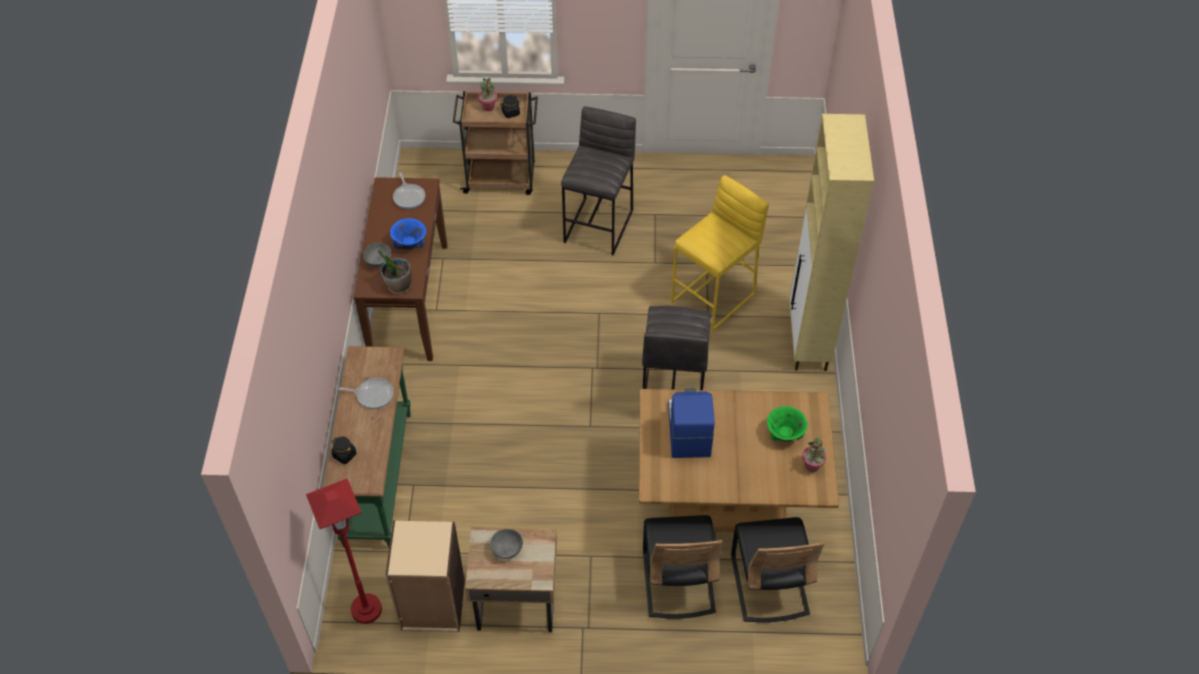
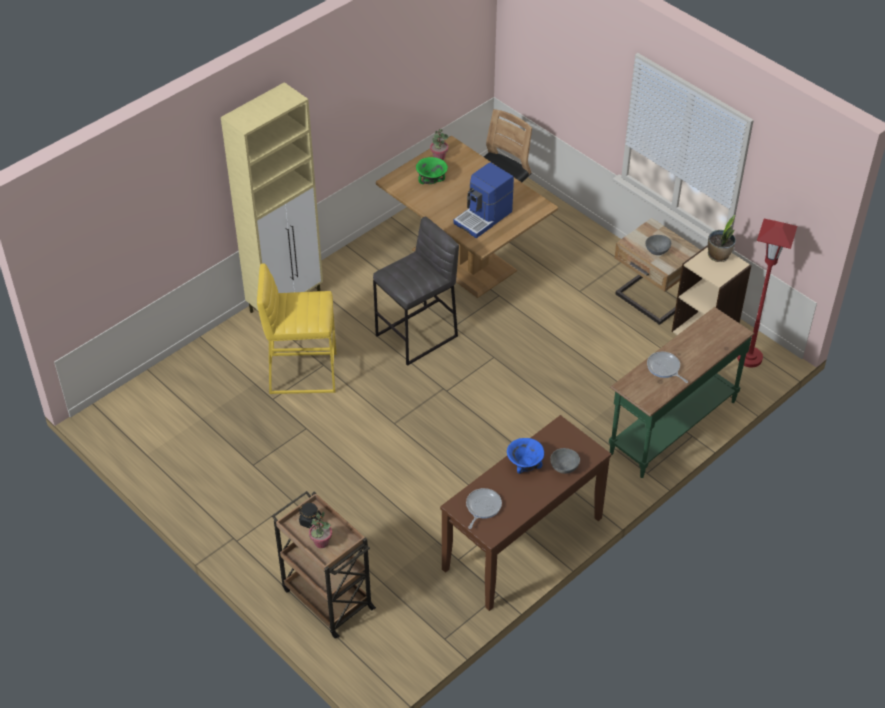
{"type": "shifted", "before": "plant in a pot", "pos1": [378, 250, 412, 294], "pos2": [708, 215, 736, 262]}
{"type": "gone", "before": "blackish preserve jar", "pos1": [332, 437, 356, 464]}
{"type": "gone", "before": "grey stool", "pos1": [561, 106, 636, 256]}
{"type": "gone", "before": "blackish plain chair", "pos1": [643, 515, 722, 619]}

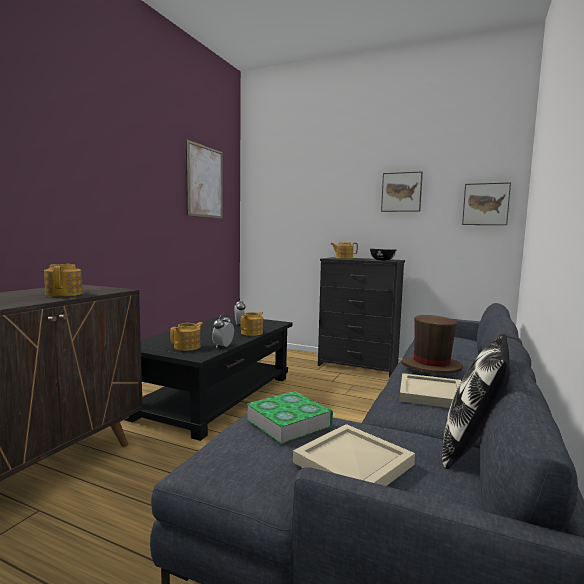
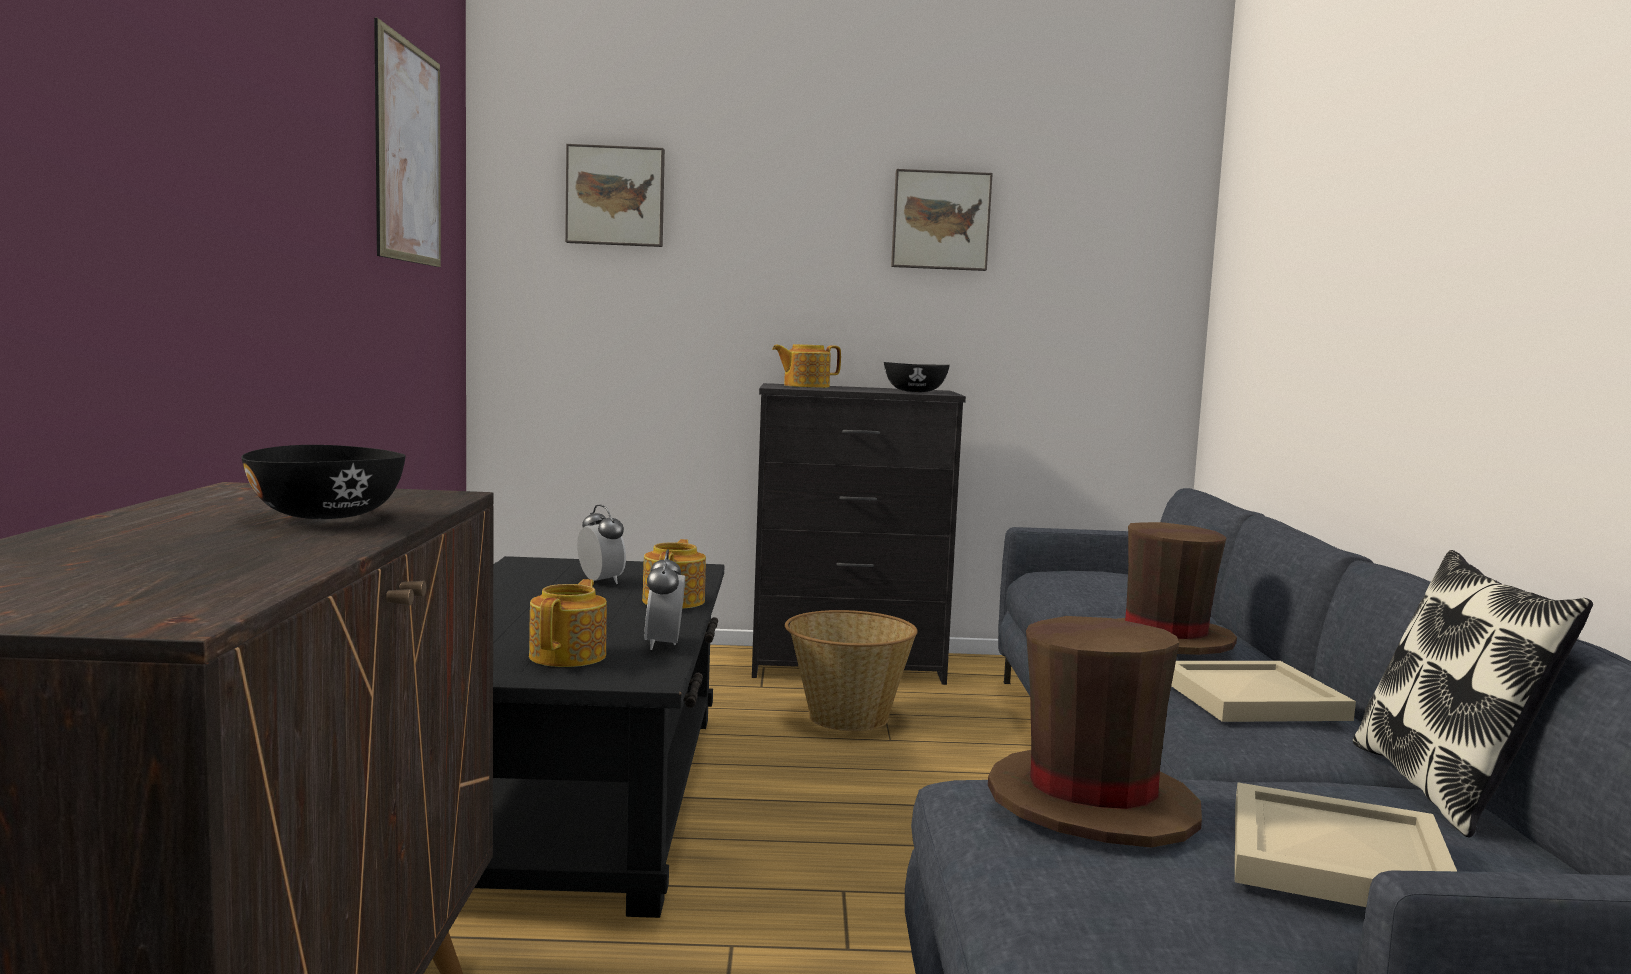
{"type": "swapped", "before": "tea pot", "after": "blackish bowl", "pos1": [44, 264, 82, 296], "pos2": [241, 445, 406, 519]}
{"type": "shifted", "before": "wall art", "pos1": [462, 182, 511, 225], "pos2": [565, 144, 665, 247]}
{"type": "new", "after": "household basket", "pos2": [785, 610, 918, 731]}
{"type": "swapped", "before": "book", "after": "brown wearable hat", "pos1": [246, 391, 333, 444], "pos2": [988, 616, 1202, 848]}

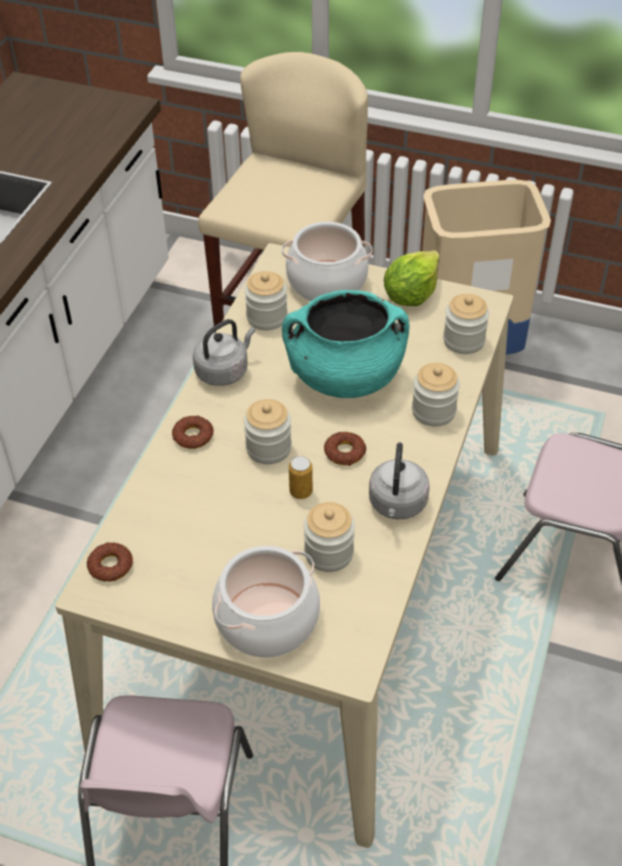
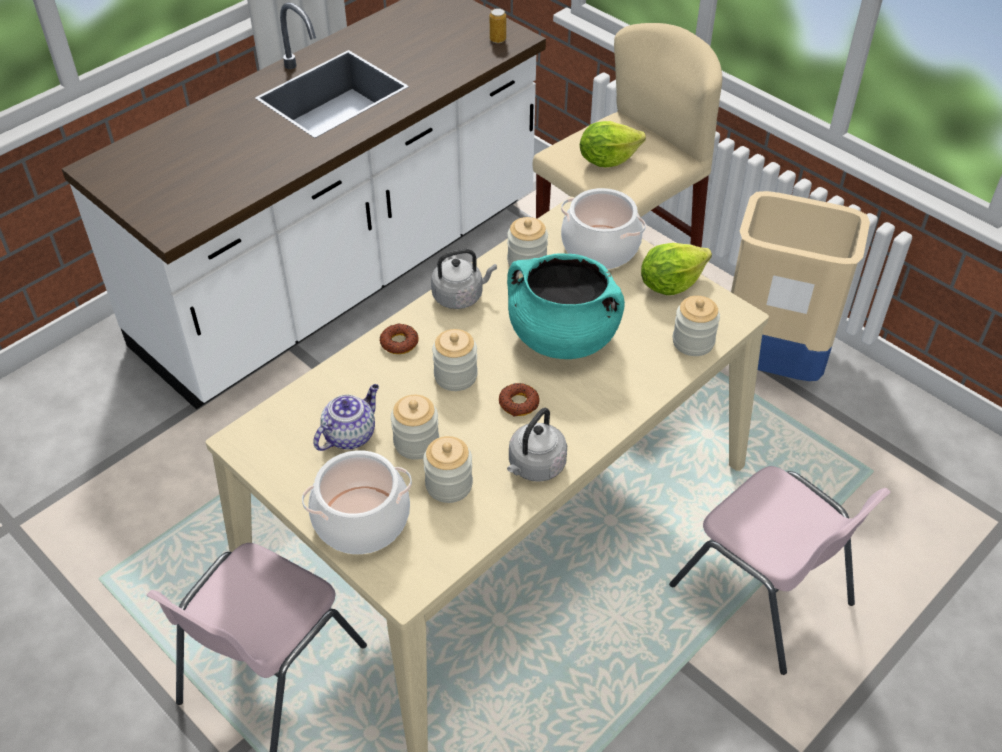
{"type": "new", "after": "tea pot", "pos2": [313, 384, 379, 451]}
{"type": "shifted", "before": "preserve jar", "pos1": [412, 363, 460, 426], "pos2": [391, 395, 439, 460]}
{"type": "shifted", "before": "can", "pos1": [289, 456, 313, 499], "pos2": [490, 8, 506, 43]}
{"type": "new", "after": "lettuce head", "pos2": [580, 121, 646, 167]}
{"type": "gone", "before": "ring doughnut", "pos1": [87, 543, 133, 582]}

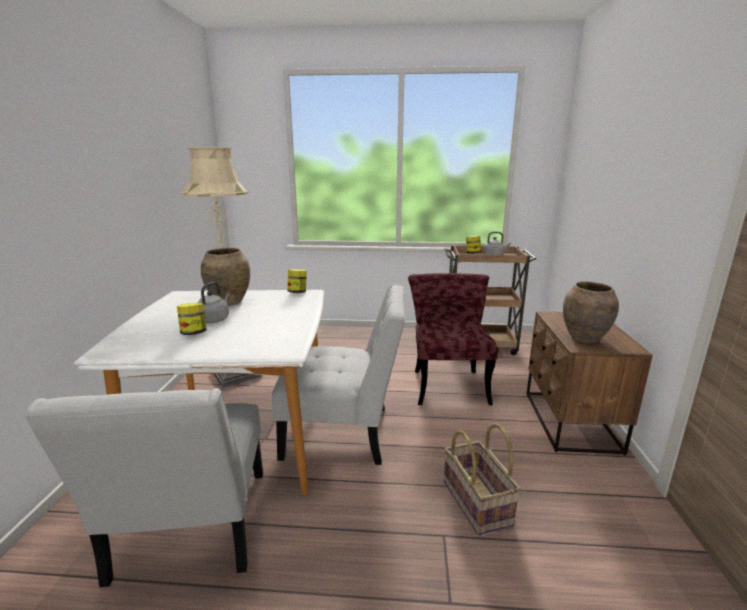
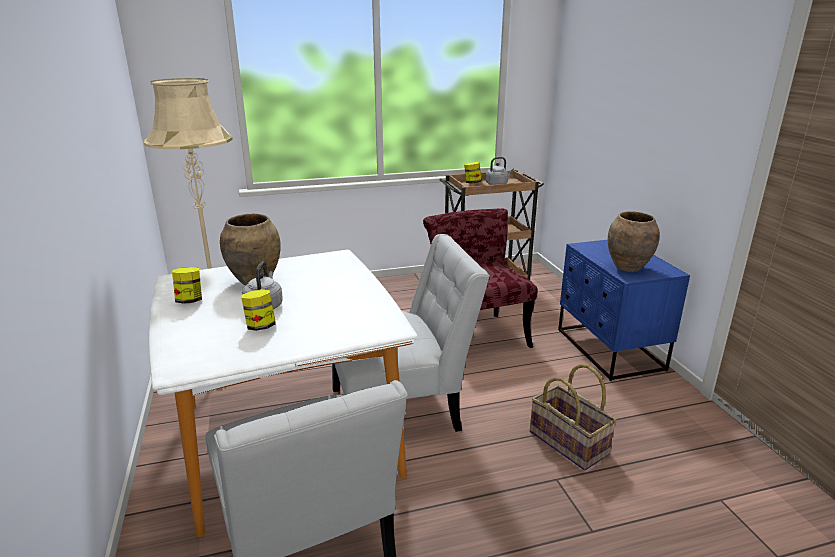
{"type": "shifted", "before": "preserve jar", "pos1": [287, 269, 307, 293], "pos2": [172, 267, 202, 304]}
{"type": "repainted", "before": "brown bedside table", "after": "blue bedside table", "pos1": [527, 311, 653, 455], "pos2": [558, 240, 690, 381]}

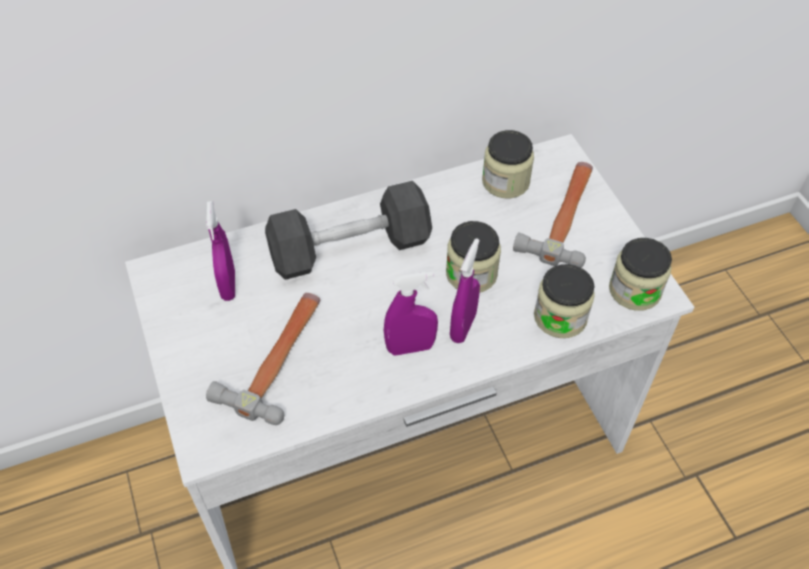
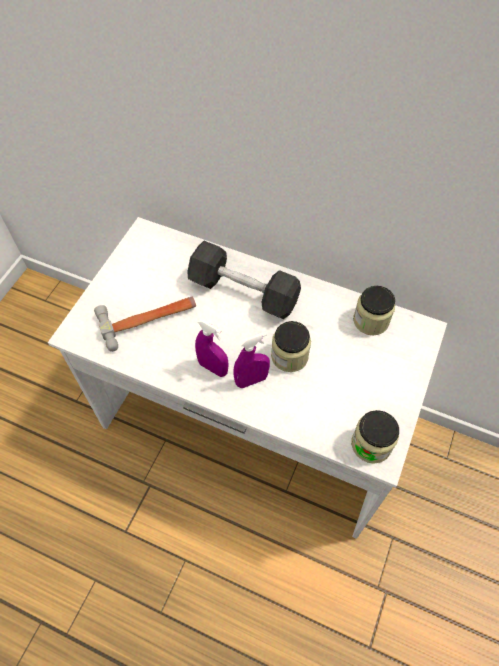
{"type": "gone", "before": "purple-coloured hand sprayer", "pos1": [206, 201, 235, 301]}
{"type": "gone", "before": "tool hammer", "pos1": [513, 162, 593, 268]}
{"type": "gone", "before": "preserve jar", "pos1": [534, 264, 595, 338]}

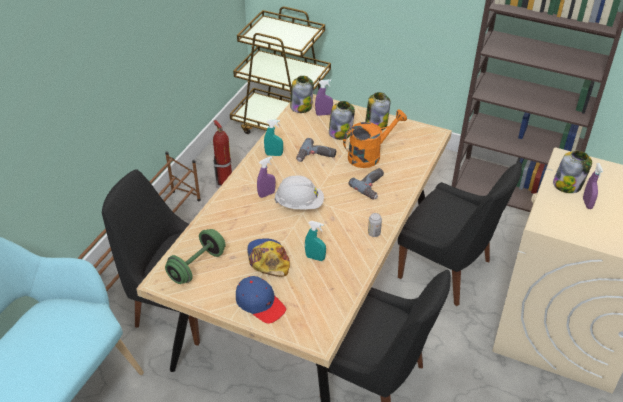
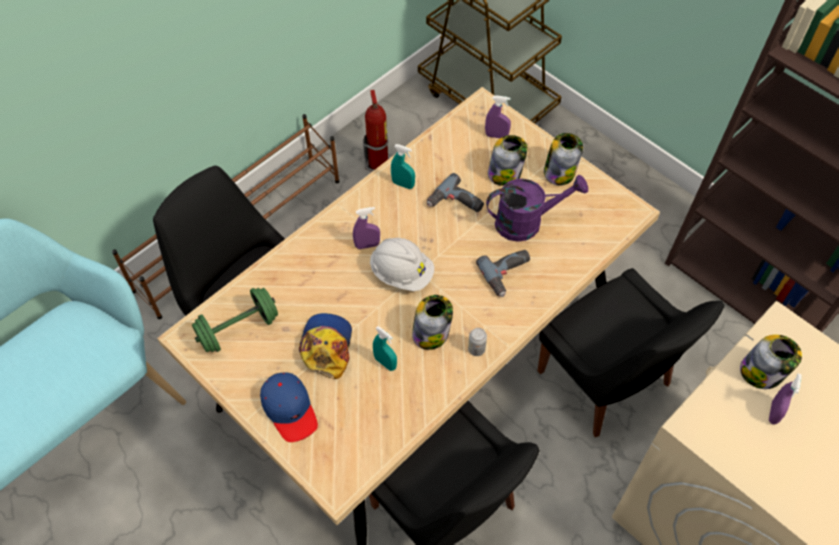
{"type": "shifted", "before": "preserve jar", "pos1": [290, 76, 314, 113], "pos2": [412, 295, 453, 350]}
{"type": "repainted", "before": "orange-coloured sprinkling can", "after": "purple-coloured sprinkling can", "pos1": [343, 110, 407, 168], "pos2": [486, 175, 588, 242]}

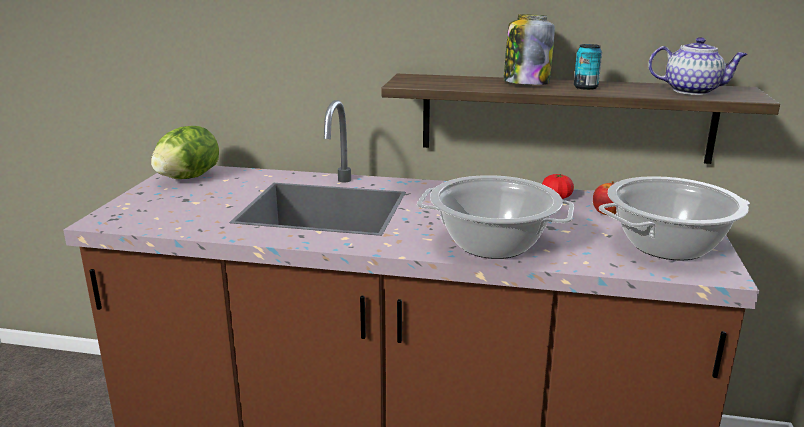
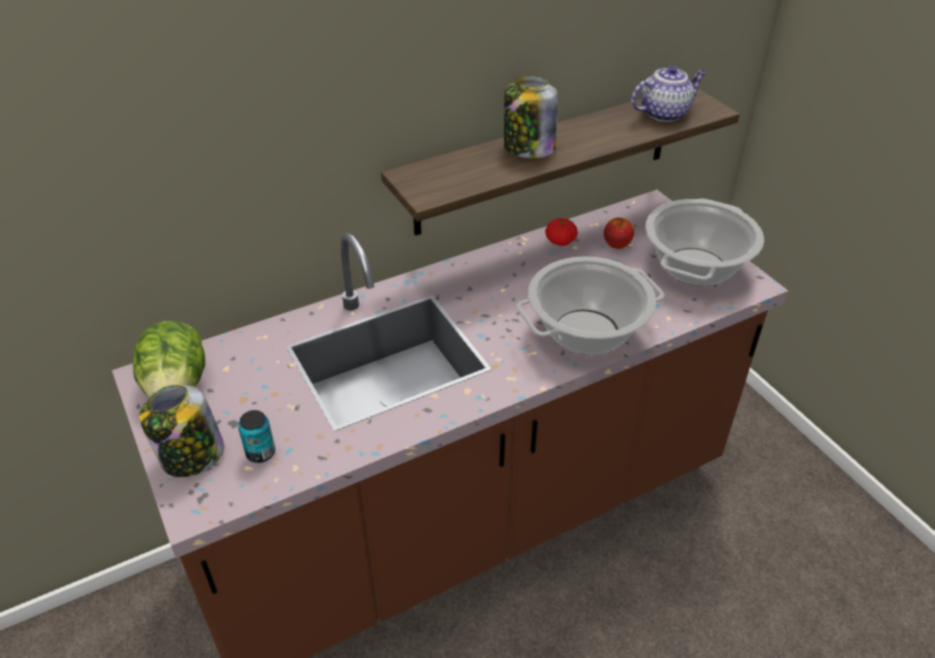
{"type": "new", "after": "preserve jar", "pos2": [139, 385, 225, 477]}
{"type": "shifted", "before": "can", "pos1": [574, 44, 602, 90], "pos2": [238, 410, 275, 463]}

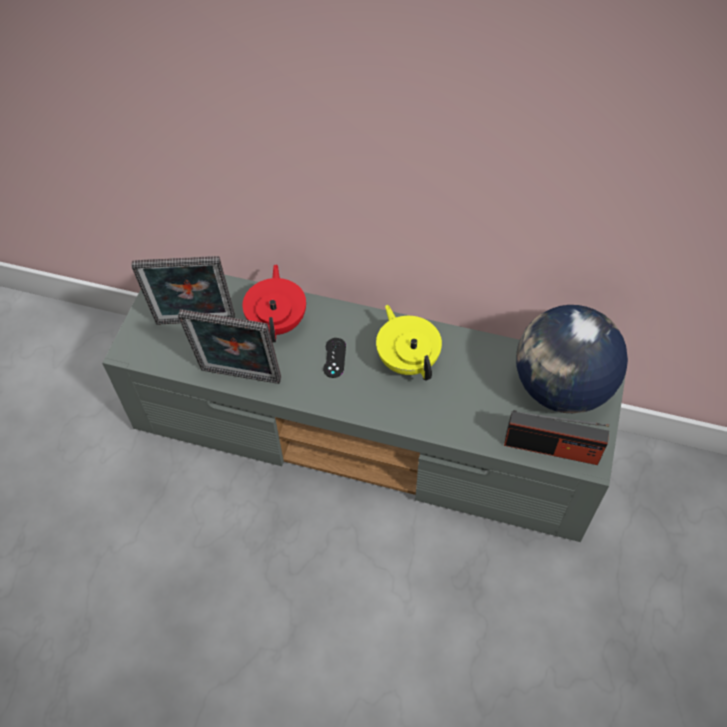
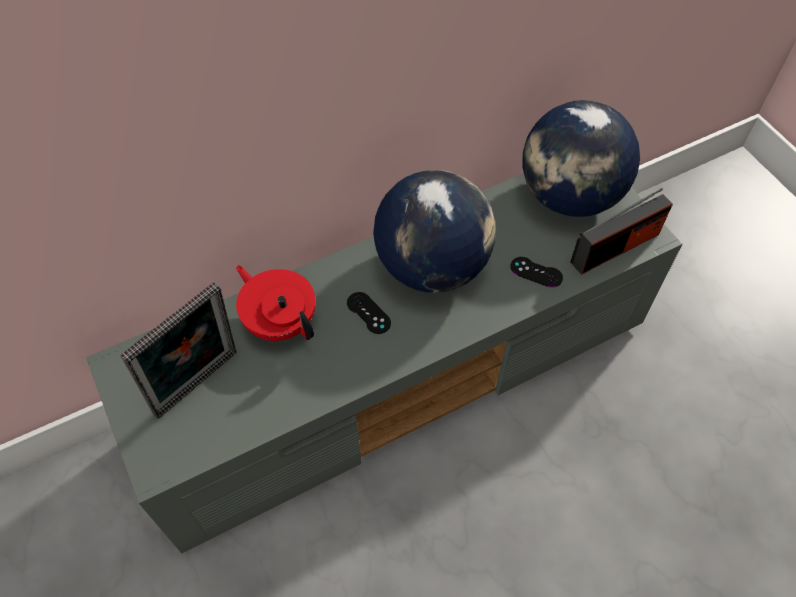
{"type": "swapped", "before": "yellowish tea pot", "after": "world globe", "pos1": [376, 305, 442, 380], "pos2": [373, 170, 496, 293]}
{"type": "new", "after": "blackish joypad", "pos2": [510, 257, 563, 288]}
{"type": "gone", "before": "standing frame", "pos1": [178, 309, 281, 384]}

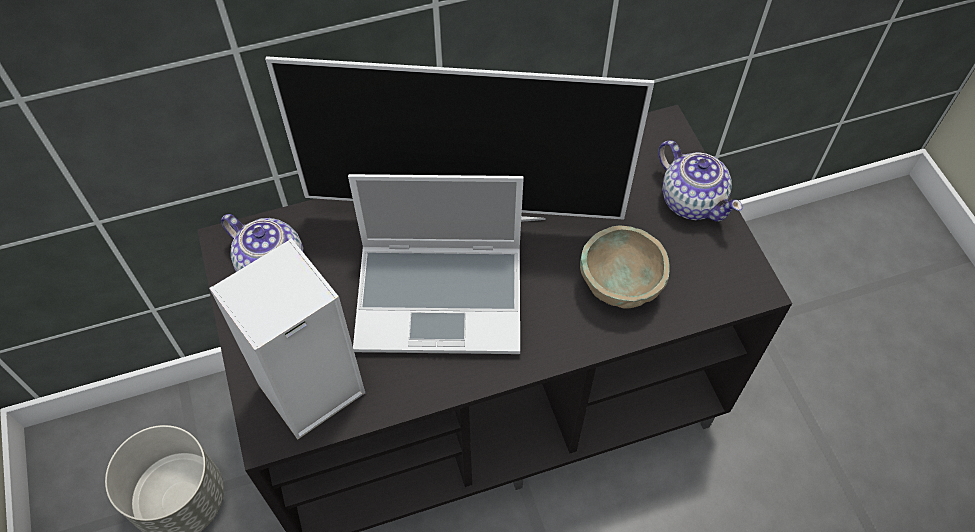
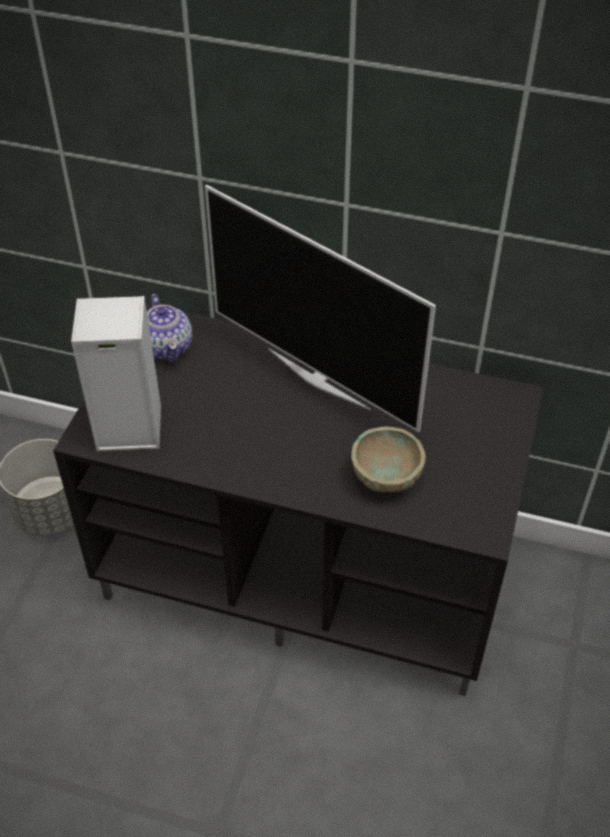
{"type": "gone", "before": "laptop", "pos1": [348, 174, 524, 354]}
{"type": "gone", "before": "tea pot", "pos1": [658, 140, 743, 222]}

